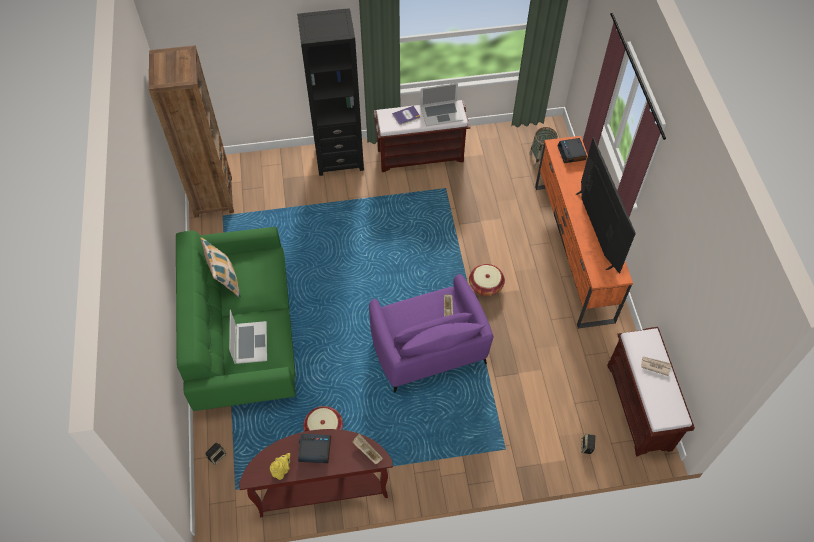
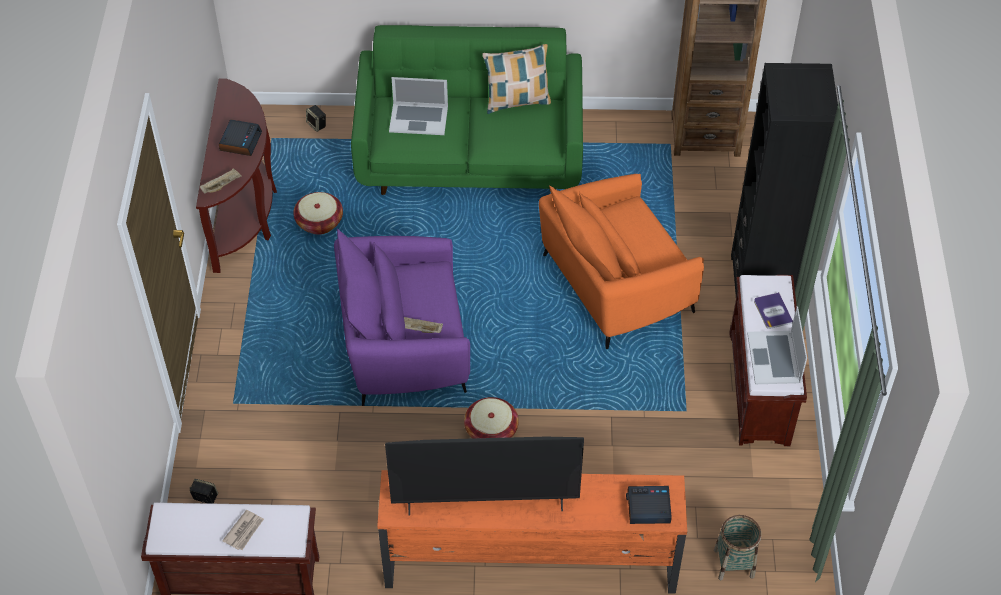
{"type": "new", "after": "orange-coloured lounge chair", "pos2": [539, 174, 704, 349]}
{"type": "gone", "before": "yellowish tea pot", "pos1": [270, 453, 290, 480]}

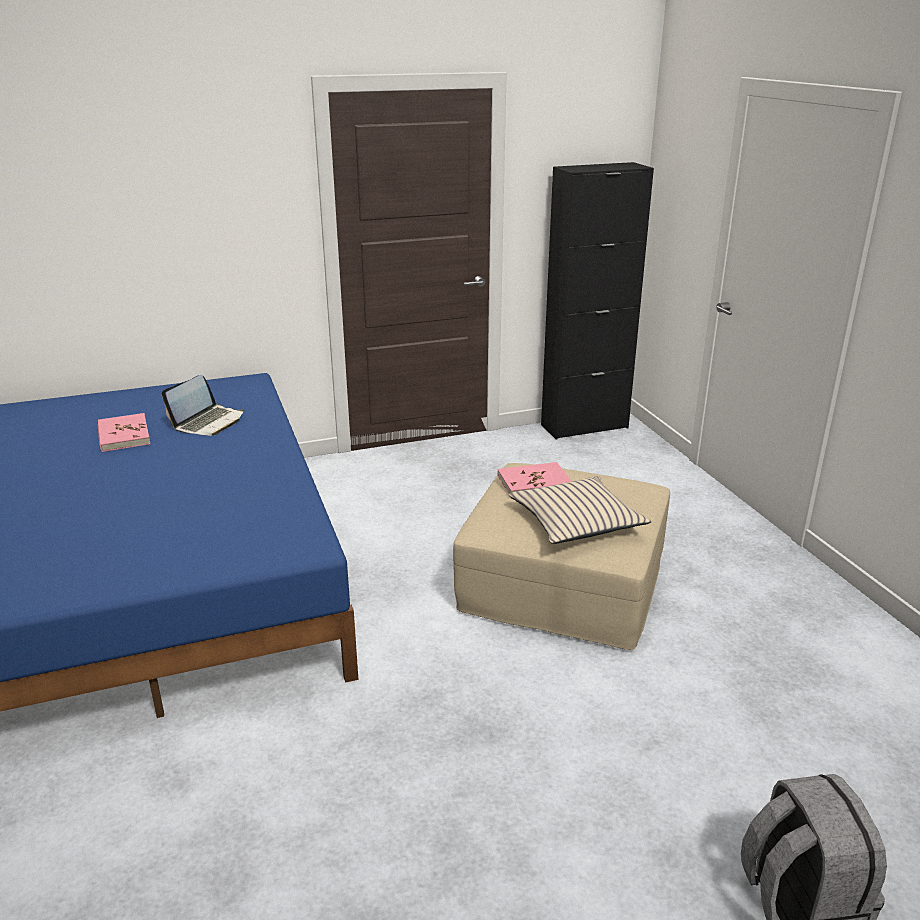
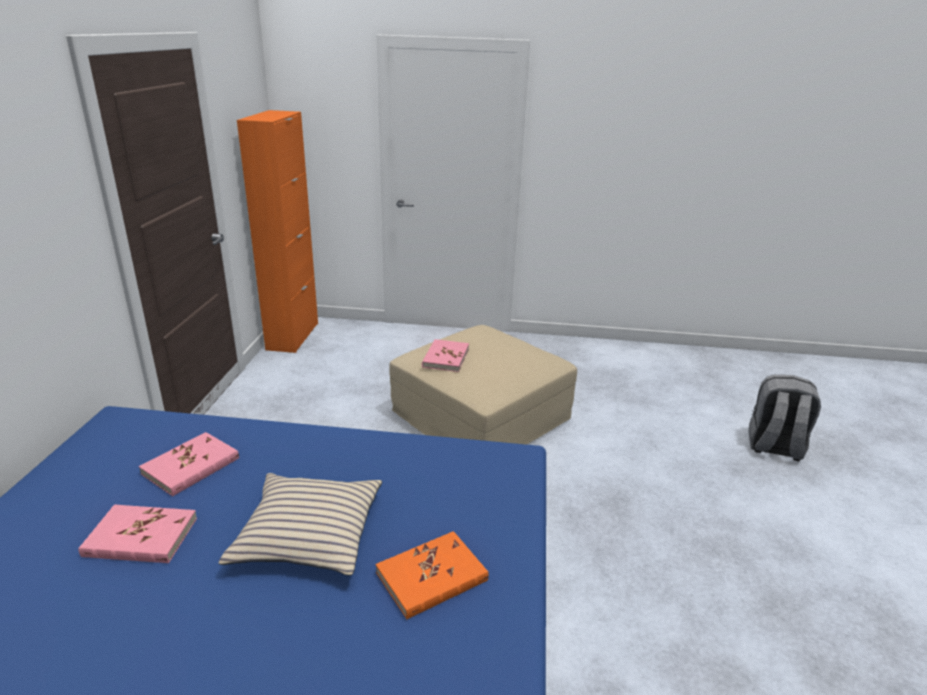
{"type": "swapped", "before": "laptop", "after": "pink book", "pos1": [162, 375, 244, 436], "pos2": [139, 432, 239, 496]}
{"type": "shifted", "before": "sand-coloured cushion", "pos1": [509, 476, 651, 544], "pos2": [219, 473, 382, 575]}
{"type": "repainted", "before": "blackish storage cabinet", "after": "orange-coloured storage cabinet", "pos1": [541, 162, 654, 440], "pos2": [237, 110, 318, 353]}
{"type": "new", "after": "orange-coloured book", "pos2": [376, 531, 489, 619]}

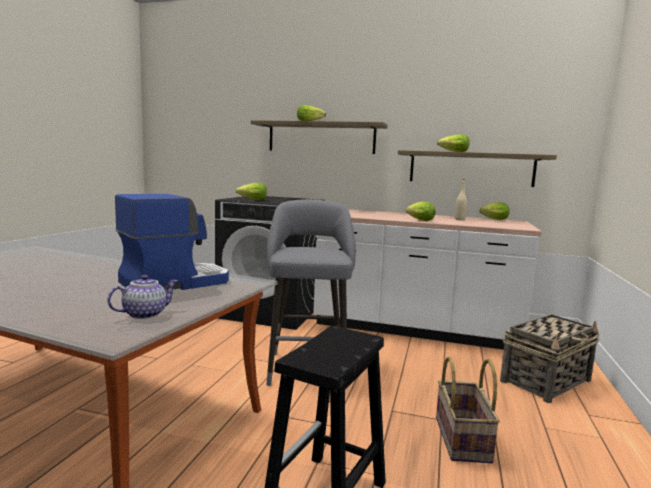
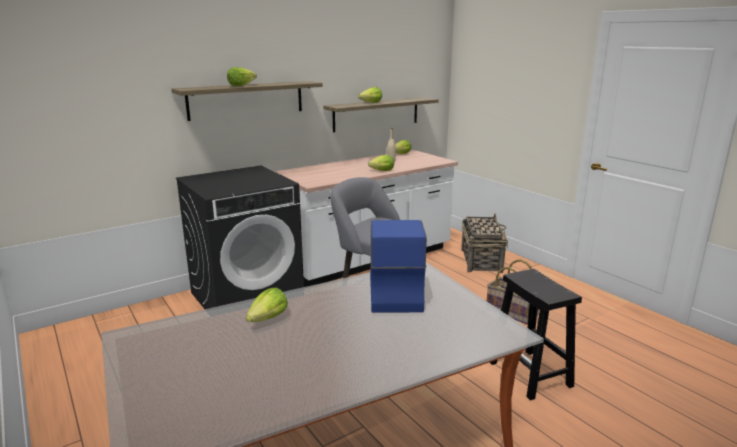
{"type": "shifted", "before": "lettuce head", "pos1": [236, 183, 267, 200], "pos2": [246, 288, 288, 322]}
{"type": "gone", "before": "tea pot", "pos1": [107, 275, 177, 319]}

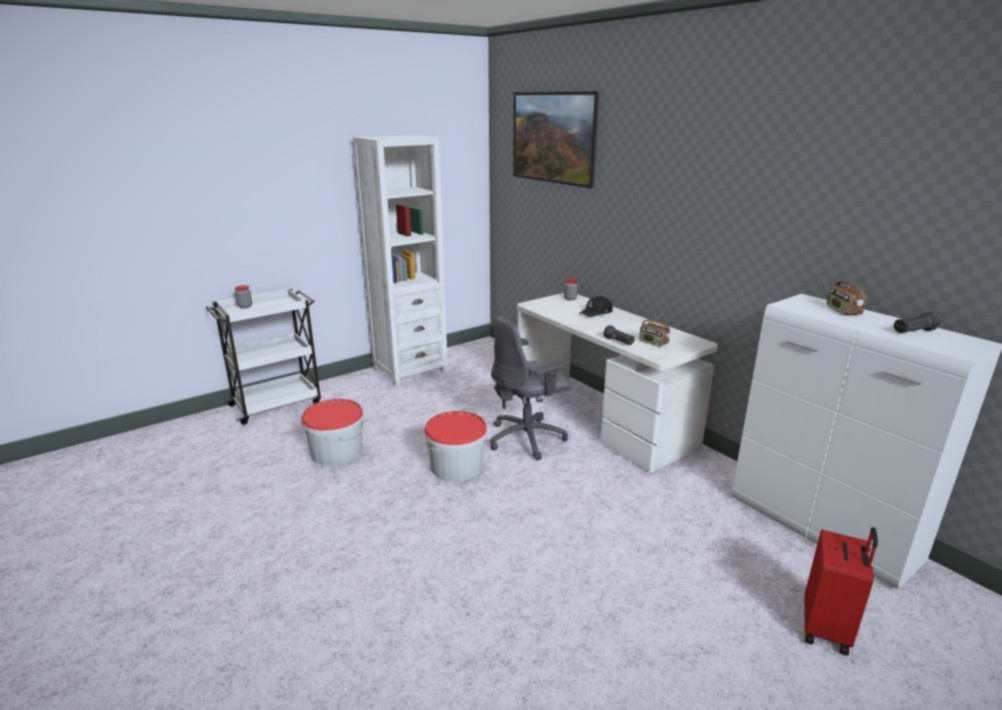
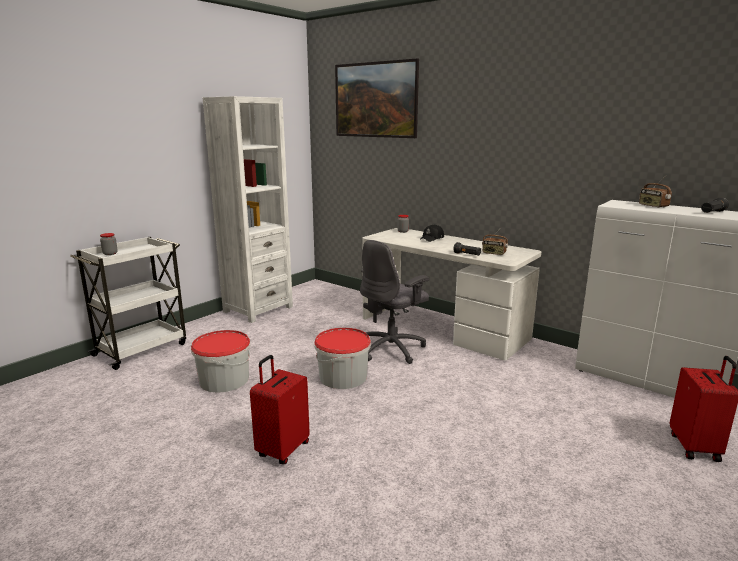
{"type": "new", "after": "reddish suitcase", "pos2": [250, 355, 310, 464]}

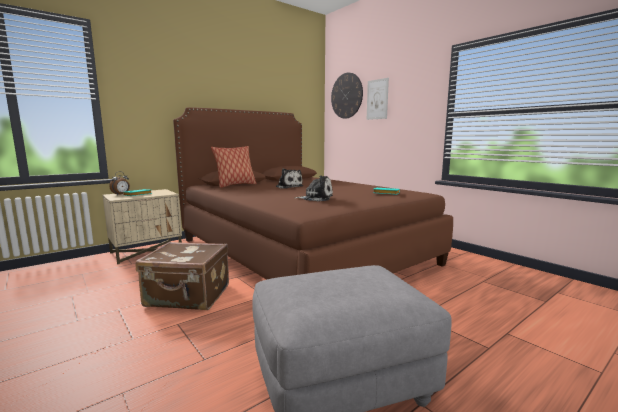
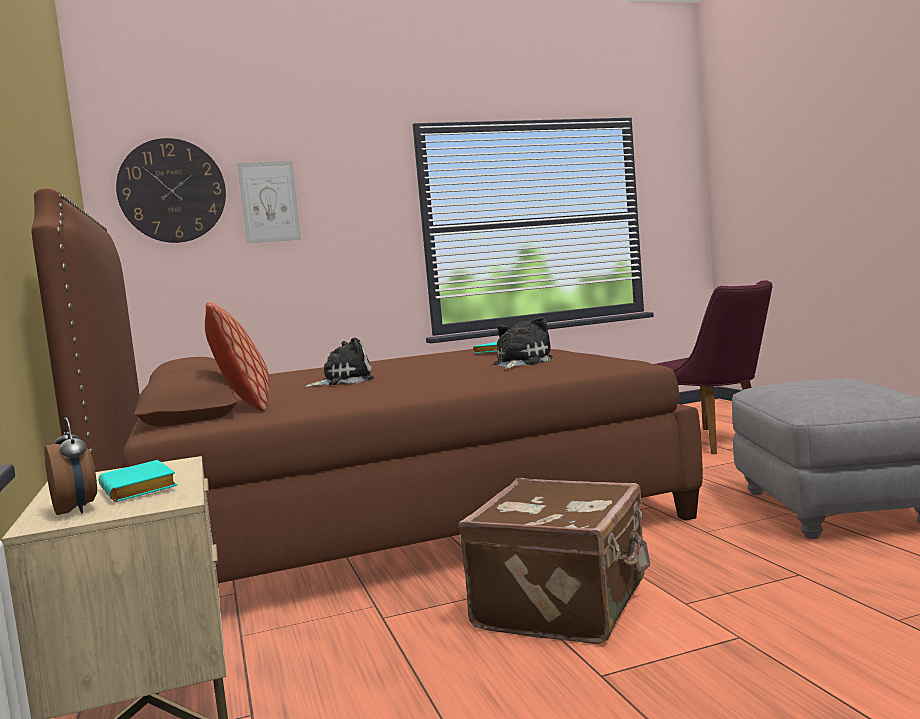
{"type": "new", "after": "purple-coloured plain chair", "pos2": [656, 280, 772, 454]}

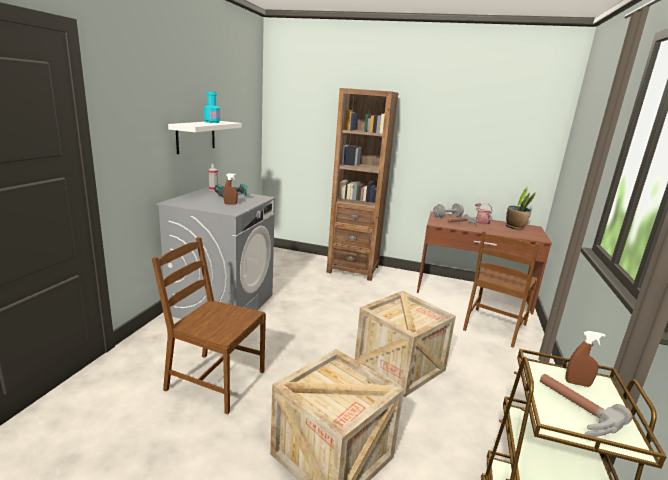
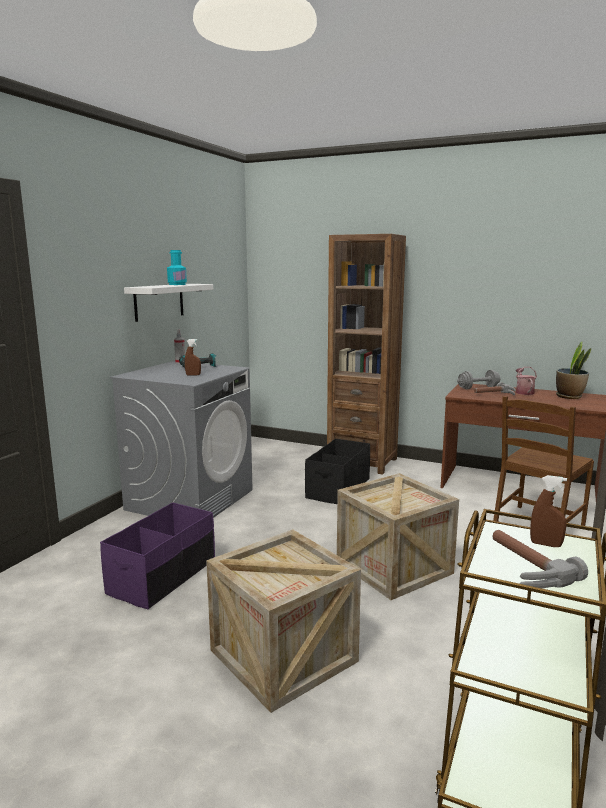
{"type": "swapped", "before": "brown plain chair", "after": "purple-coloured storage box", "pos1": [152, 237, 266, 414], "pos2": [100, 502, 215, 609]}
{"type": "new", "after": "blackish storage box", "pos2": [305, 439, 370, 504]}

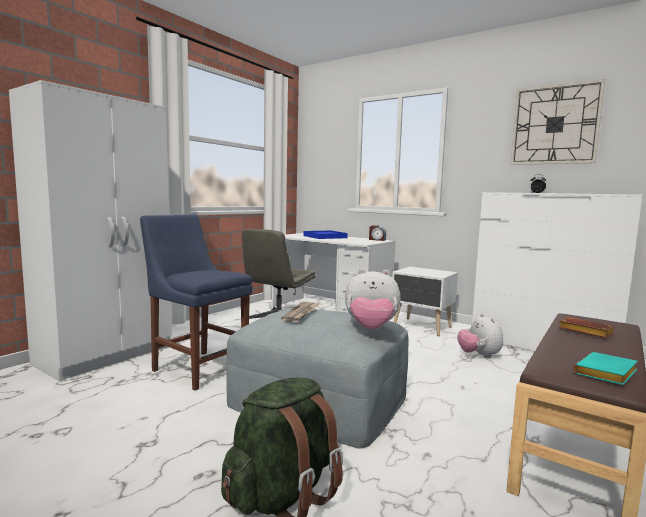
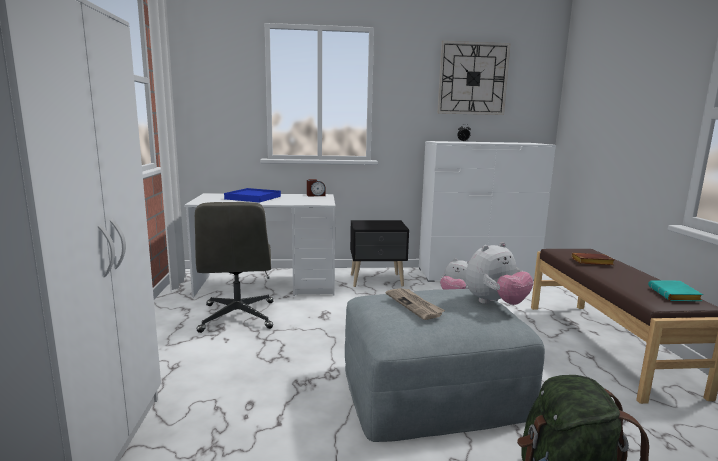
{"type": "repainted", "before": "white-coloured bedside table", "after": "blackish bedside table", "pos1": [392, 267, 458, 336], "pos2": [350, 220, 409, 287]}
{"type": "gone", "before": "blue plain chair", "pos1": [140, 215, 252, 391]}

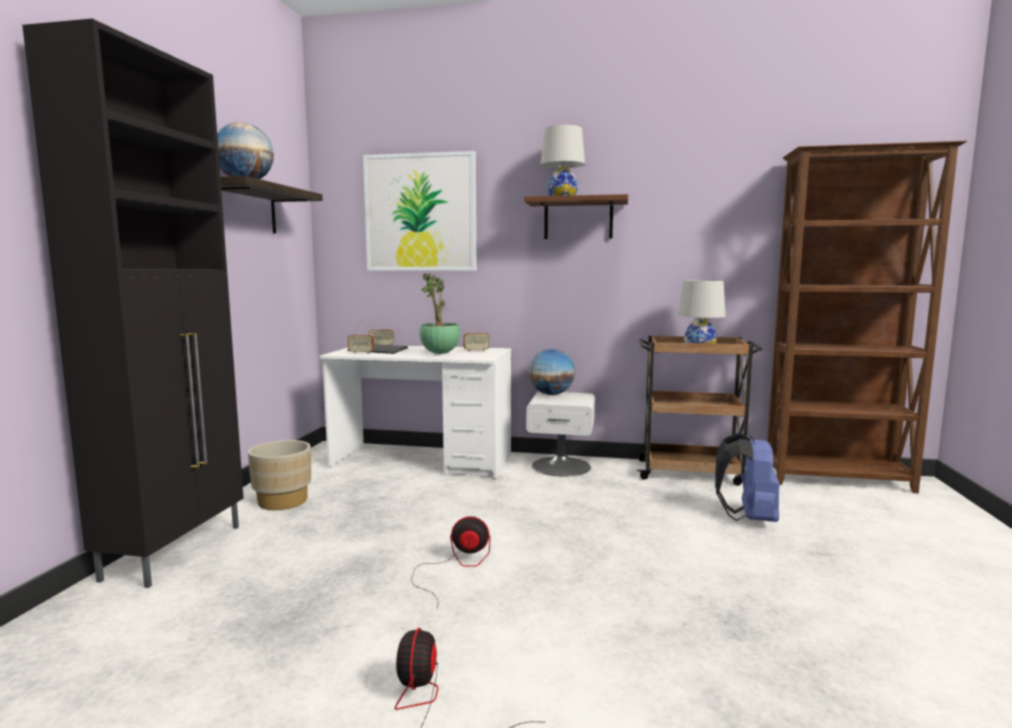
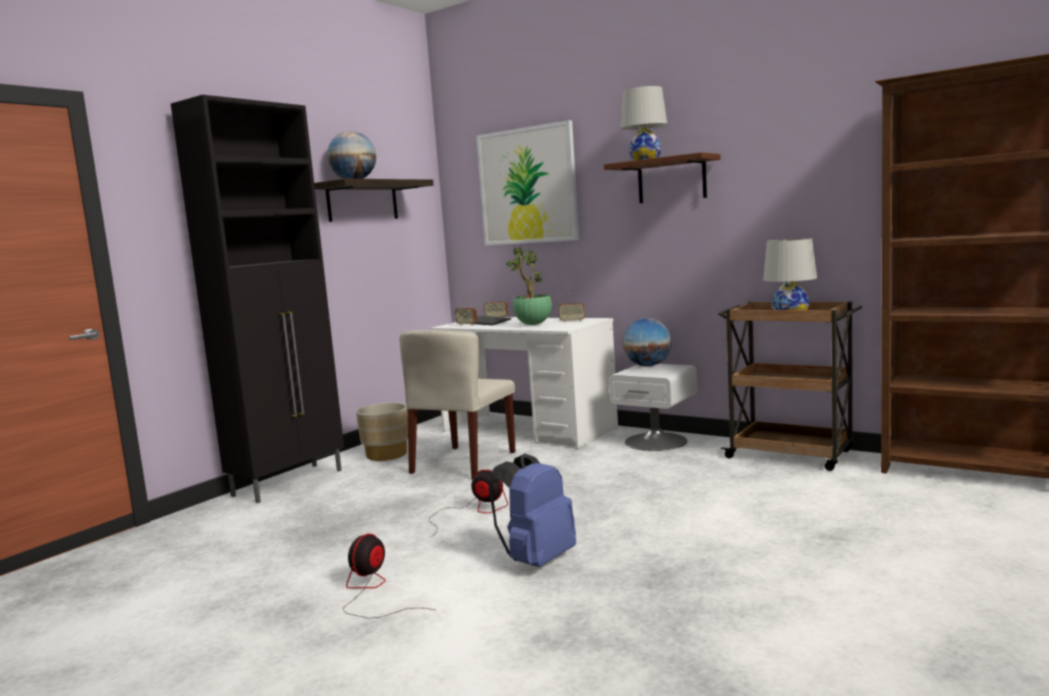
{"type": "new", "after": "sand-coloured plain chair", "pos2": [399, 330, 516, 479]}
{"type": "shifted", "before": "blue backpack", "pos1": [715, 433, 780, 522], "pos2": [489, 453, 576, 567]}

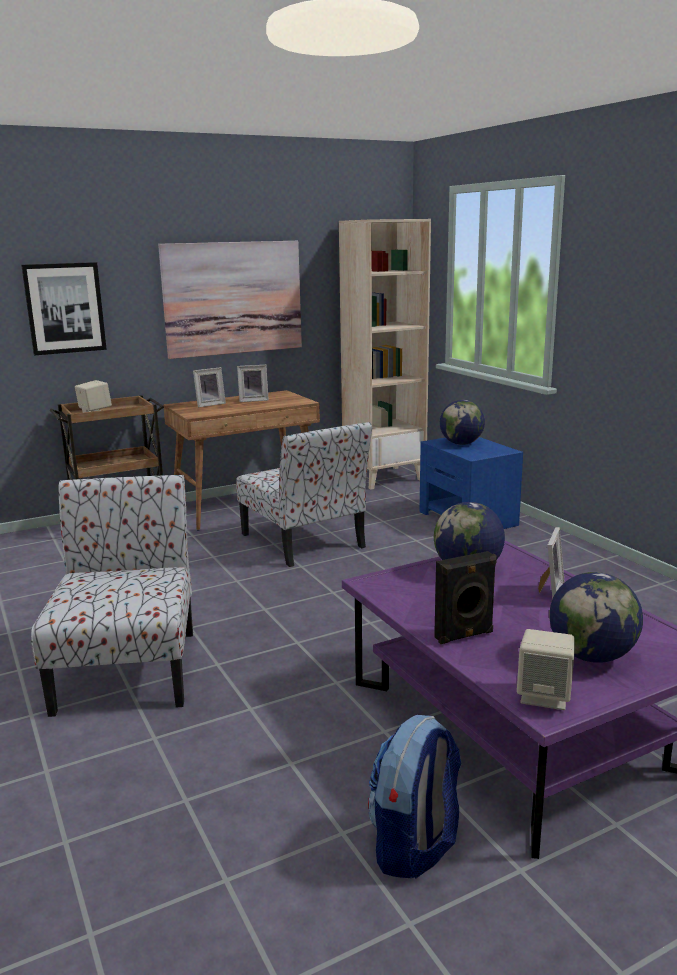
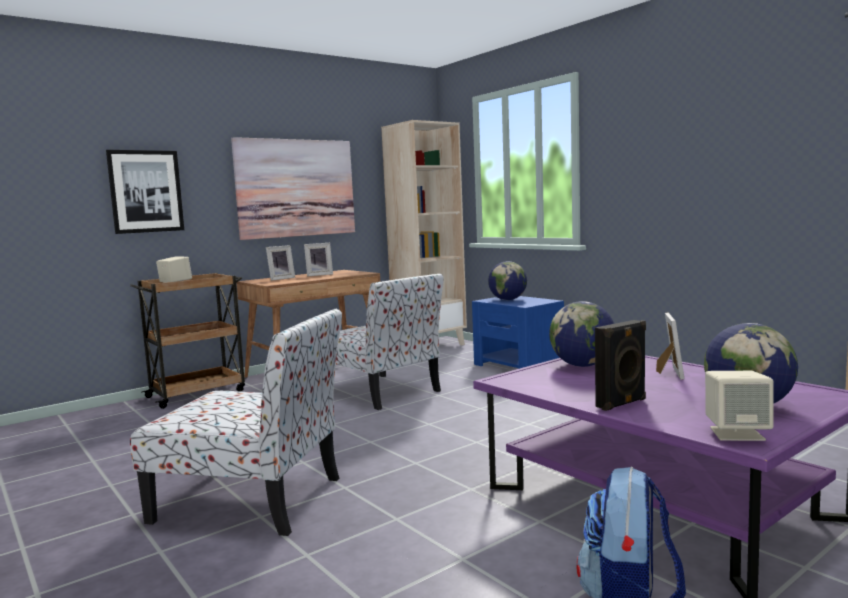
{"type": "rotated", "before": "plain chair", "pos1": [31, 475, 193, 717], "pos2": [130, 309, 342, 536], "turn": 120}

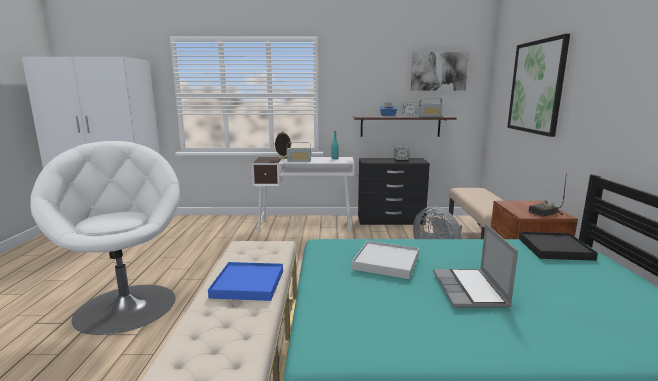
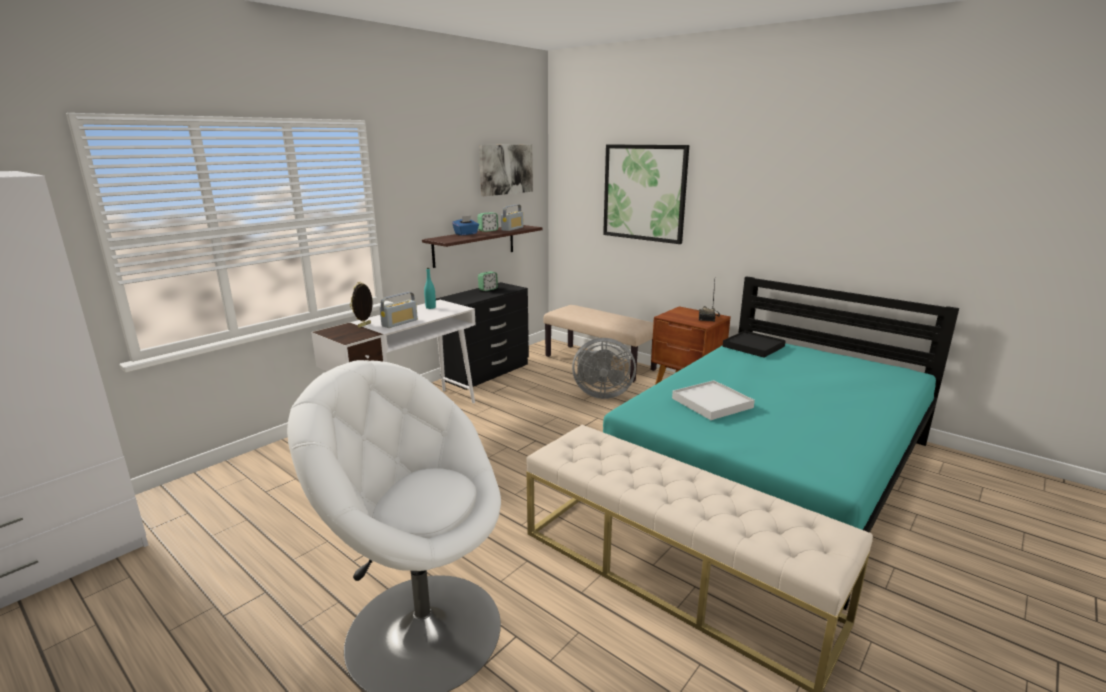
{"type": "gone", "before": "blue tray", "pos1": [208, 262, 283, 301]}
{"type": "gone", "before": "laptop", "pos1": [433, 224, 518, 308]}

